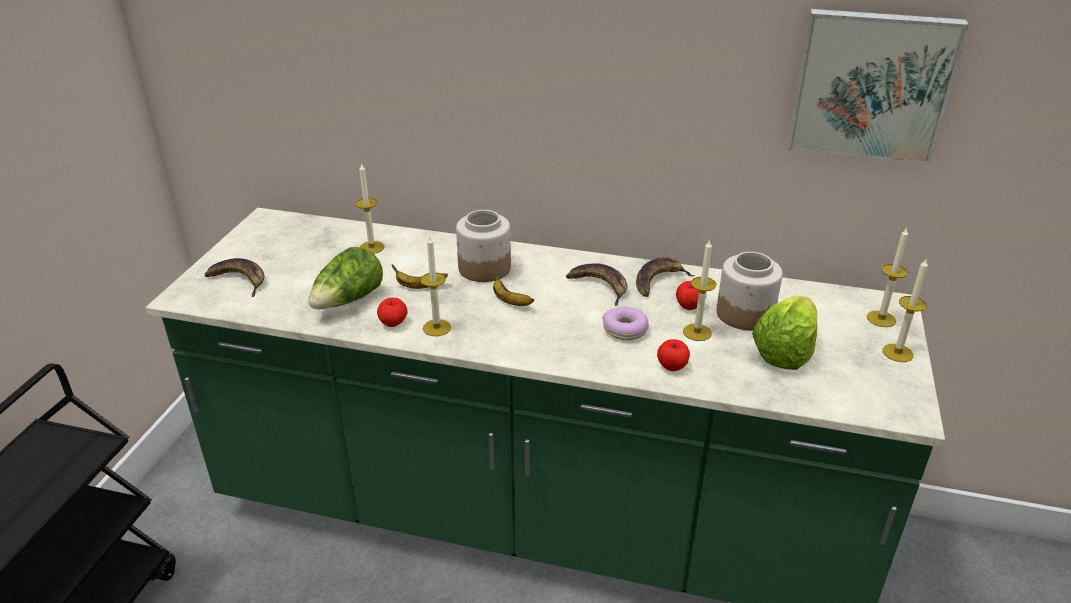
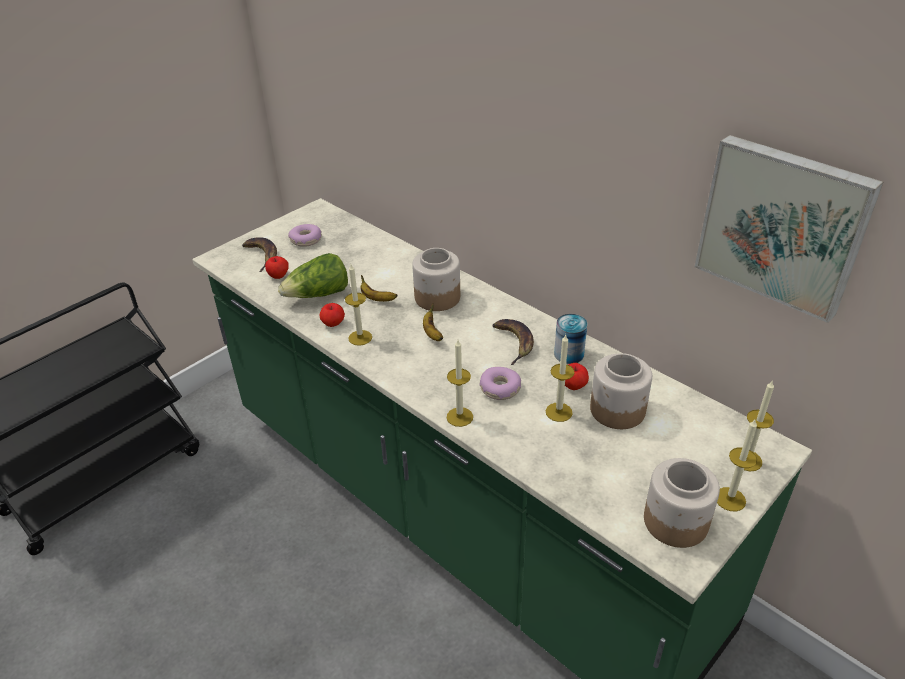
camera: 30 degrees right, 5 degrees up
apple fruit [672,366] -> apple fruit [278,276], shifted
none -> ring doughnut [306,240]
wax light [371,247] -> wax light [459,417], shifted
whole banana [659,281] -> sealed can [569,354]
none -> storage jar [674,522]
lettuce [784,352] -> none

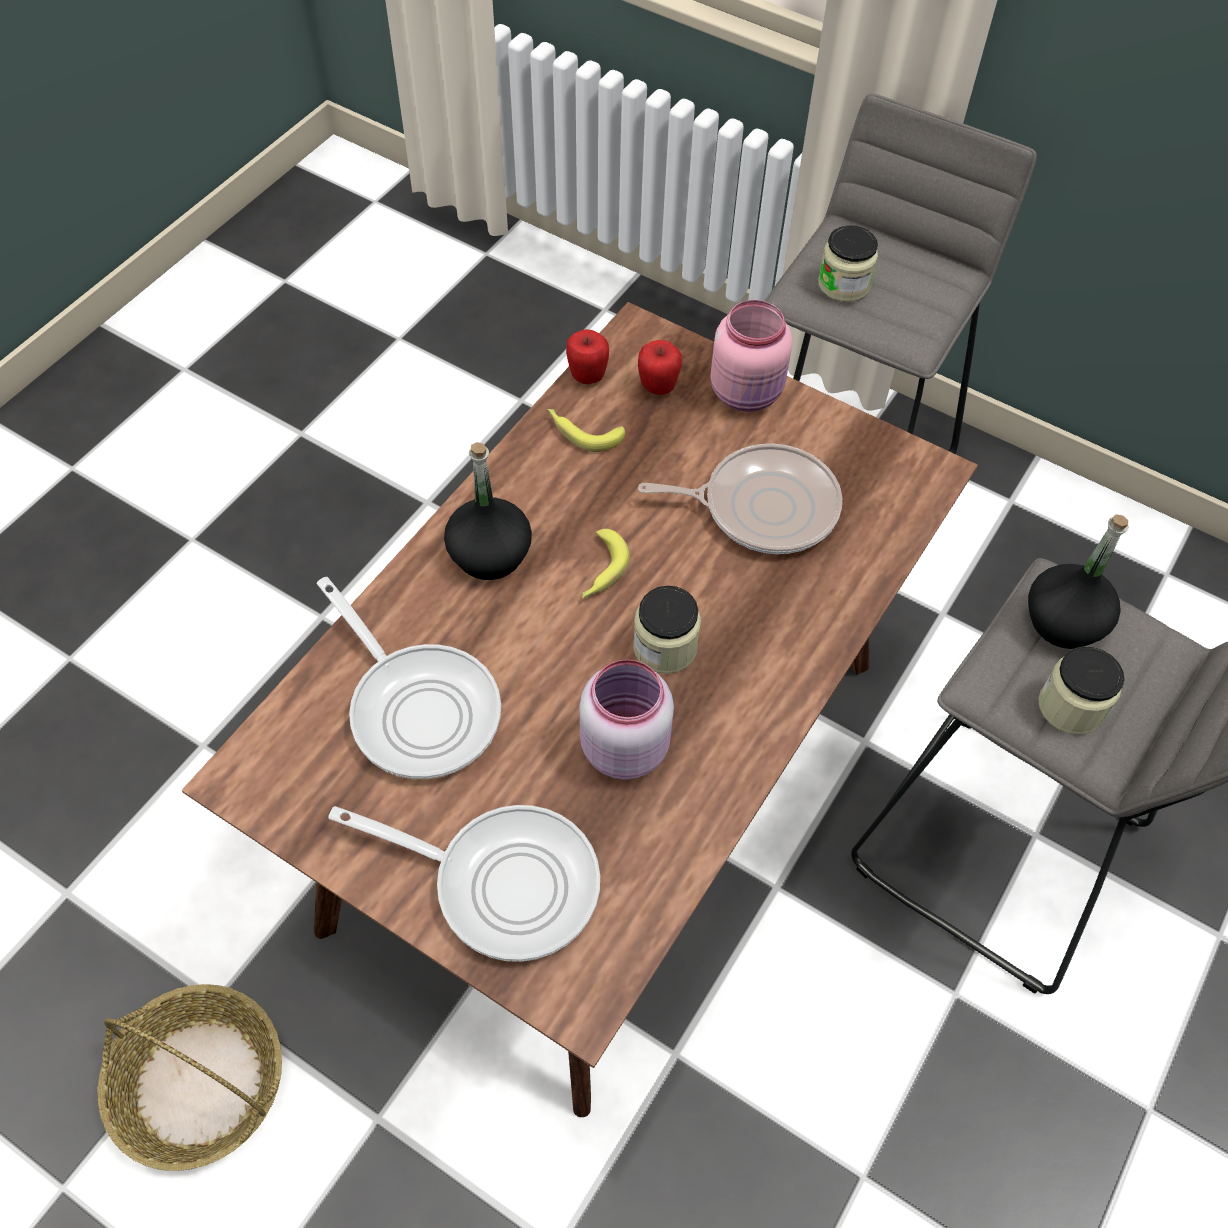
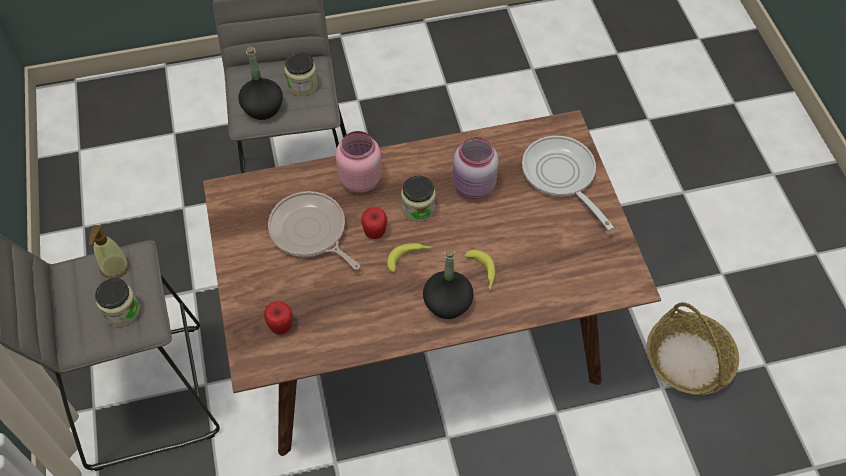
camera: 135 degrees left, 0 degrees up
none -> liquid soap bottle [114,267]
pink-coloured storage jar [748,393] -> pink-coloured storage jar [359,179], shifted
apple fruit [587,376] -> apple fruit [375,232], shifted
whole banana [582,432] -> whole banana [482,273], shifted
frying pan [419,707] -> none

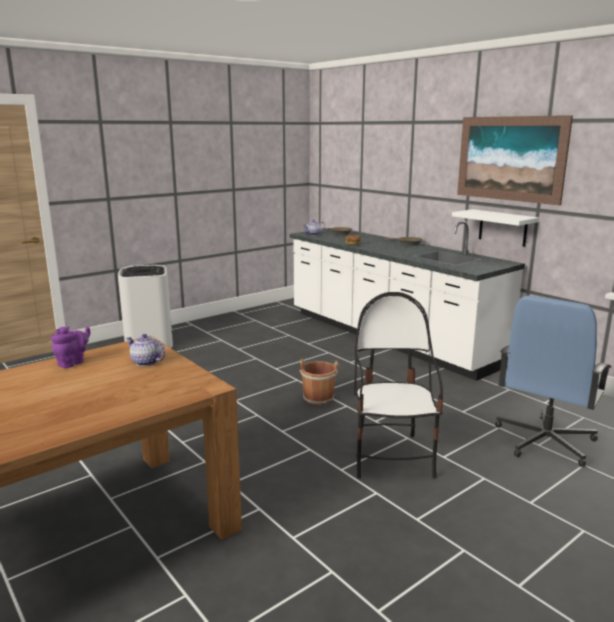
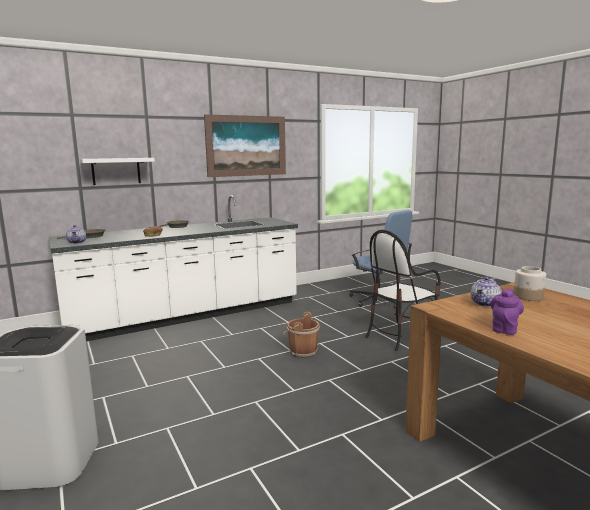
camera: 80 degrees left, 5 degrees down
white wall shelf [502,228] -> white wall shelf [116,171], shifted
plain chair [391,457] -> plain chair [400,337], 45 degrees counterclockwise
purple pot for tea [73,363] -> purple pot for tea [504,329], 75 degrees clockwise
none -> storage jar [528,297]

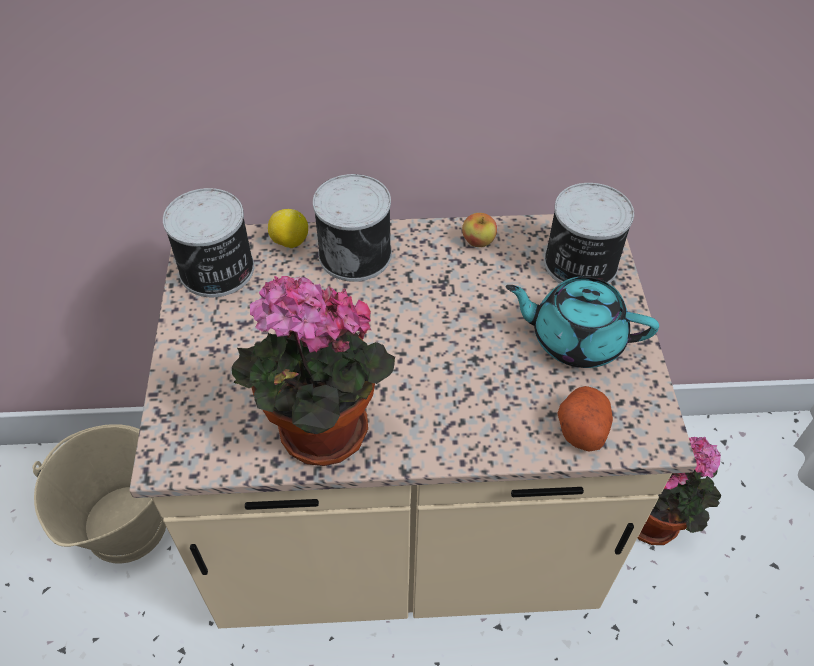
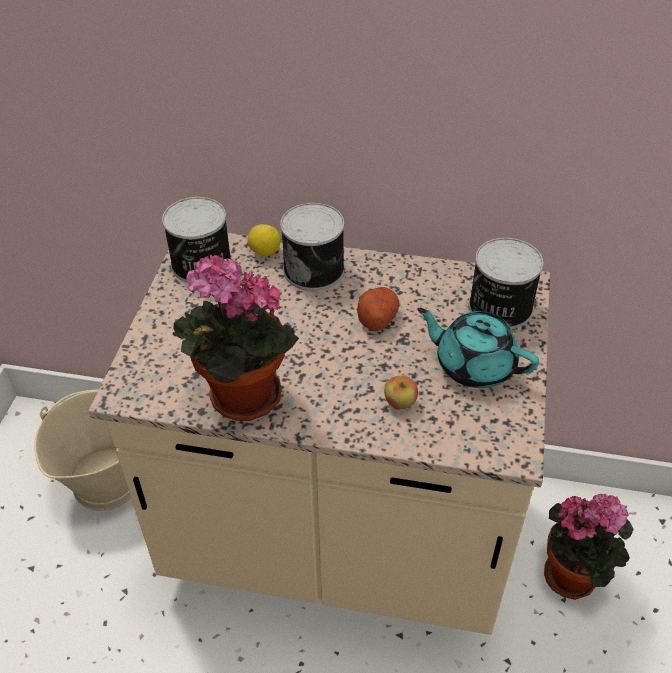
camera: 15 degrees right, 5 degrees down
whole potato [581,427] -> whole potato [377,317], shifted
apple fruit [478,241] -> apple fruit [400,402], shifted

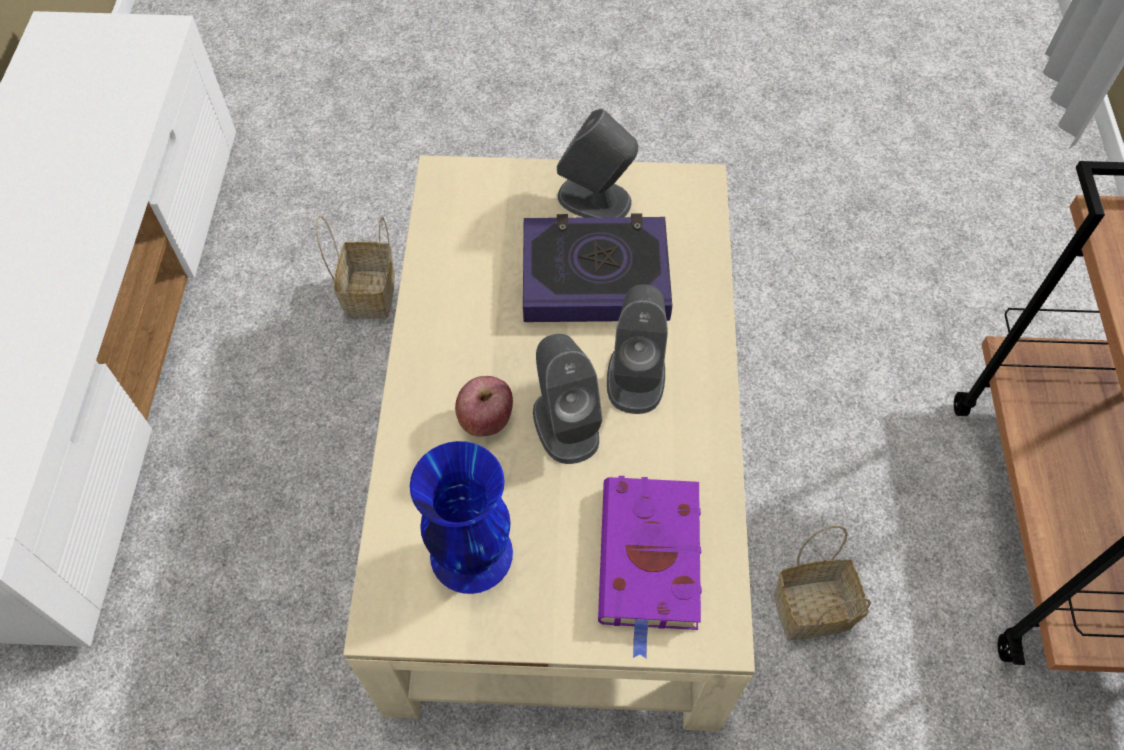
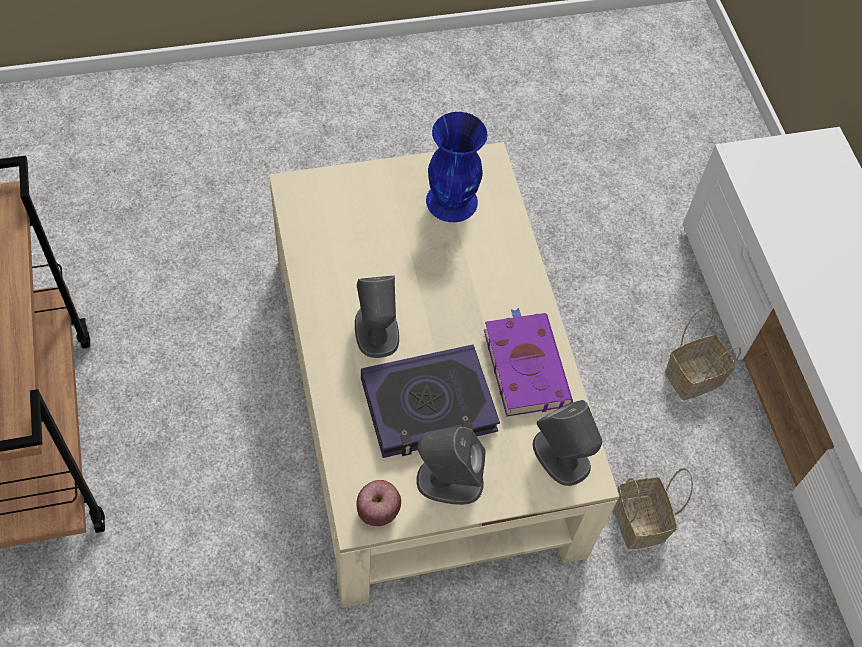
camera: 160 degrees right, 0 degrees up
apple fruit [485,420] -> apple fruit [378,511], shifted
purple book [650,561] -> purple book [524,365], shifted
grey audio speaker [565,424] -> grey audio speaker [562,456], shifted
basket [810,612] -> basket [694,376], shifted

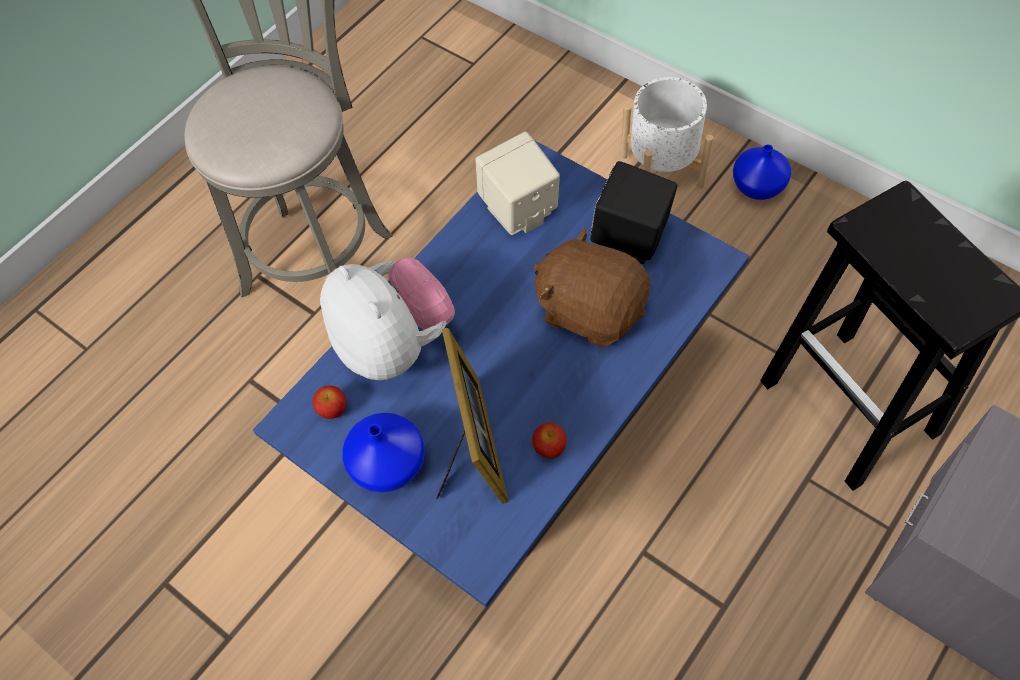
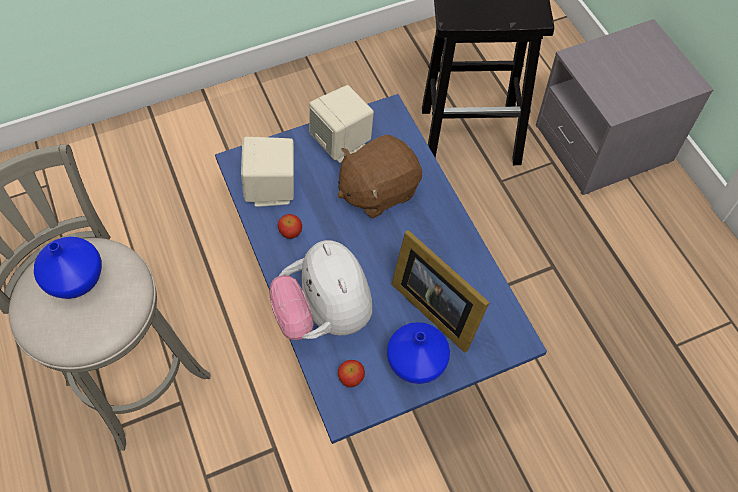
camera: 65 degrees left, 0 degrees up
blue-coloured vase [757,187] -> blue-coloured vase [77,280], shifted
cuddly toy [395,344] -> cuddly toy [325,315], 105 degrees counterclockwise
apple fruit [549,448] -> apple fruit [291,233], shifted
blackish audio speaker [631,239] -> beige audio speaker [342,143]
photo frame [473,448] -> photo frame [435,305], 150 degrees counterclockwise
white plant pot [661,171] -> none

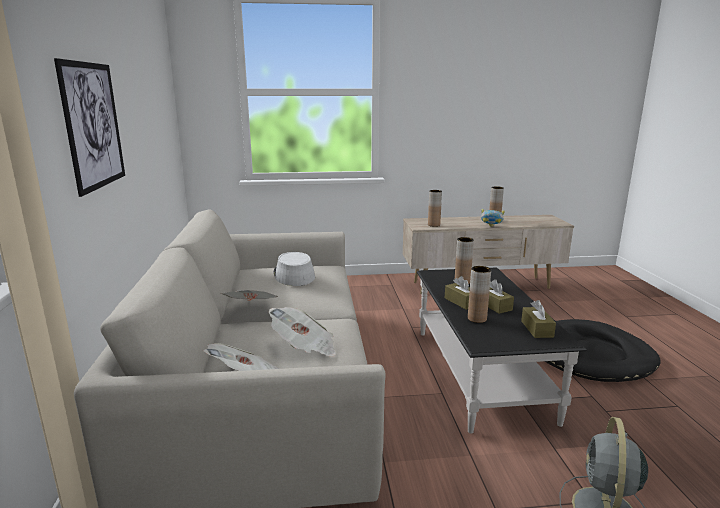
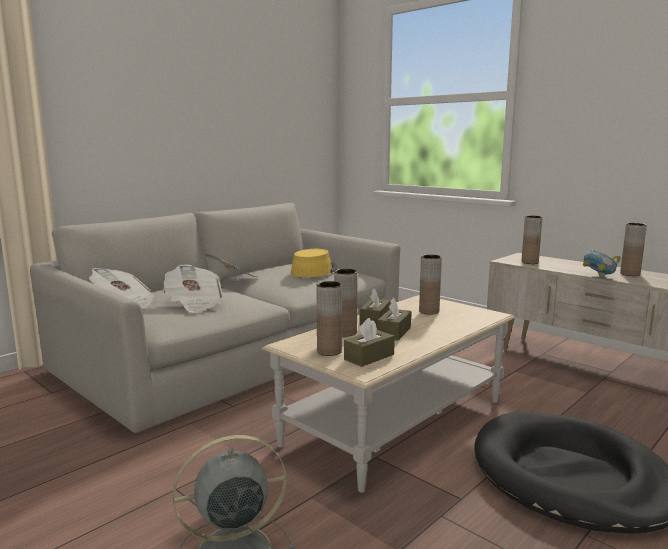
camera: 50 degrees right, 5 degrees down
blackish coffee table [480,372] -> beige coffee table [396,421]
grey hat [293,275] -> yellowish hat [314,271]
none -> brownish vase [329,351]
picture [93,125] -> none

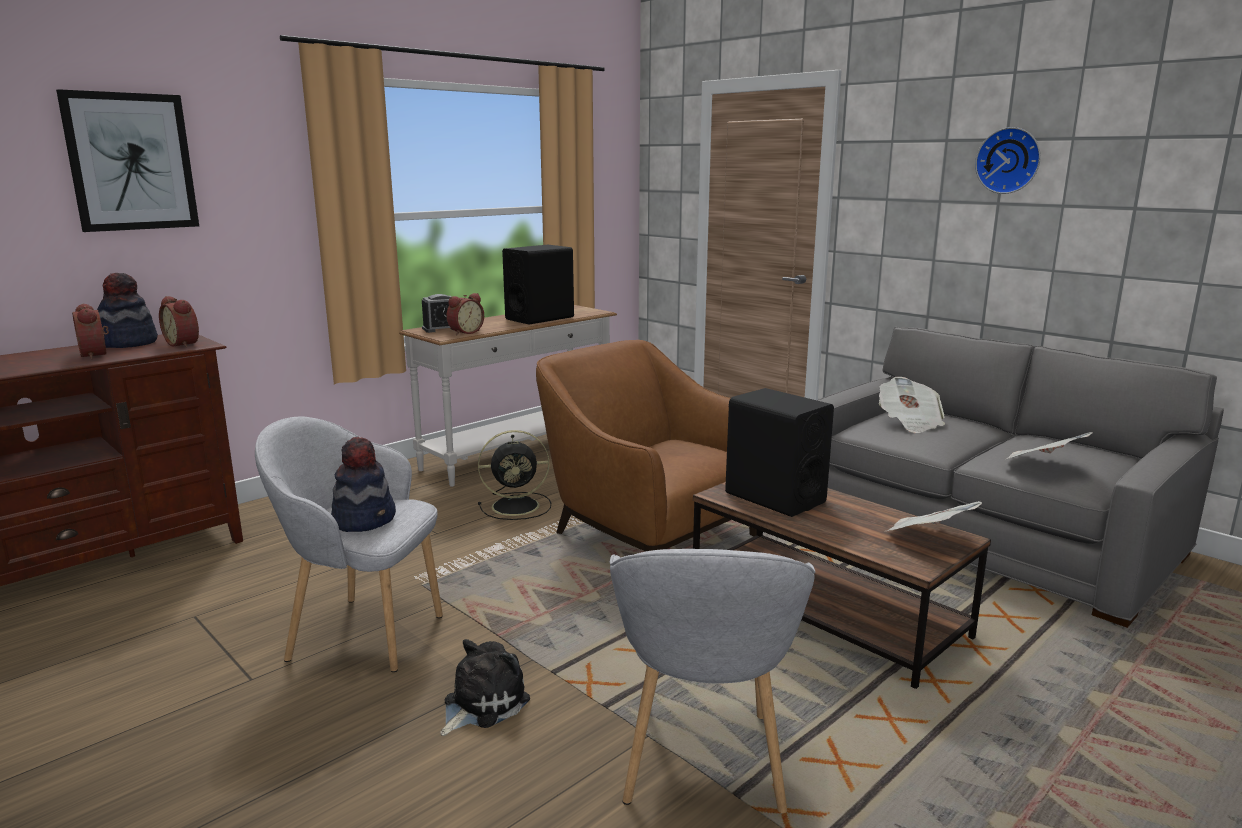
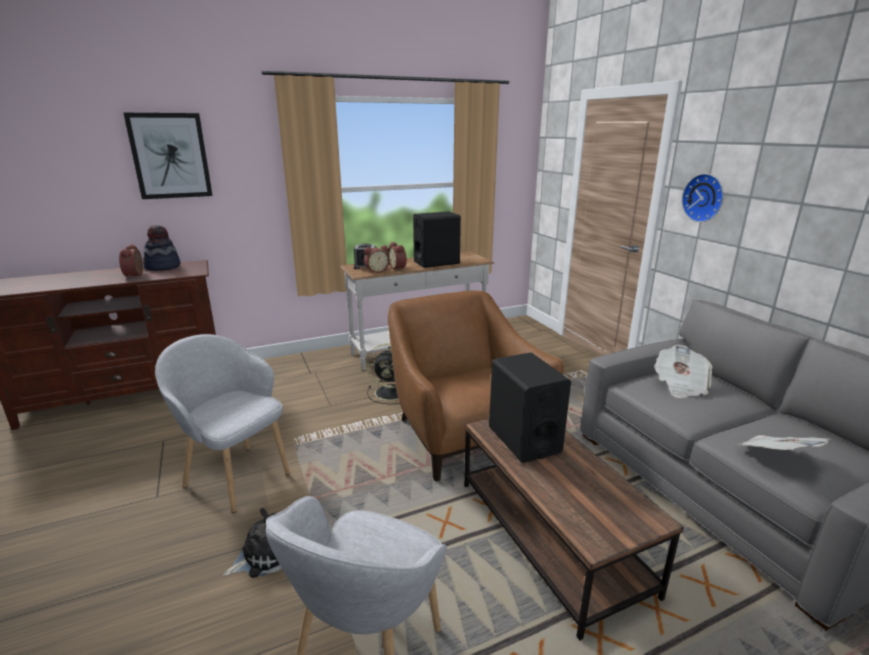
camera: 20 degrees right, 5 degrees up
bedside clock [185,344] -> bedside clock [398,268], shifted
clock on the wall [1009,160] -> clock on the wall [704,198], shifted
hat [365,519] -> none
printed paper [929,538] -> none

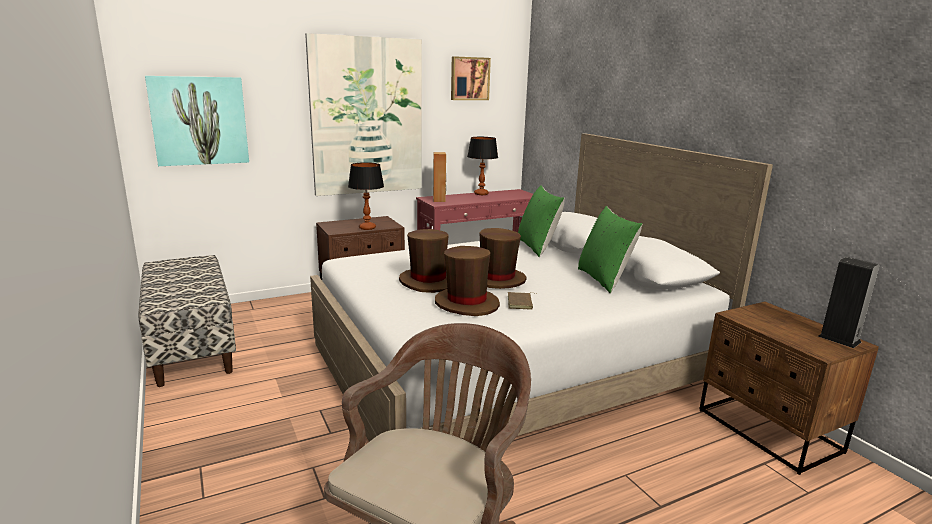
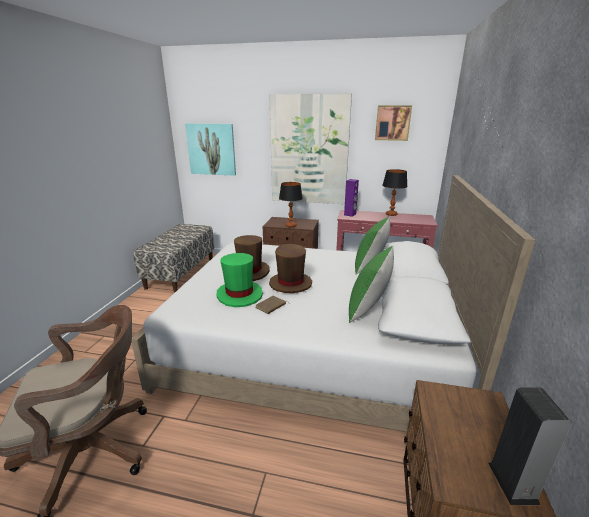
camera: 40 degrees right, 5 degrees up
brownish hat [466,303] -> greenish hat [240,295]
brownish audio speaker [439,200] -> purple audio speaker [350,214]

